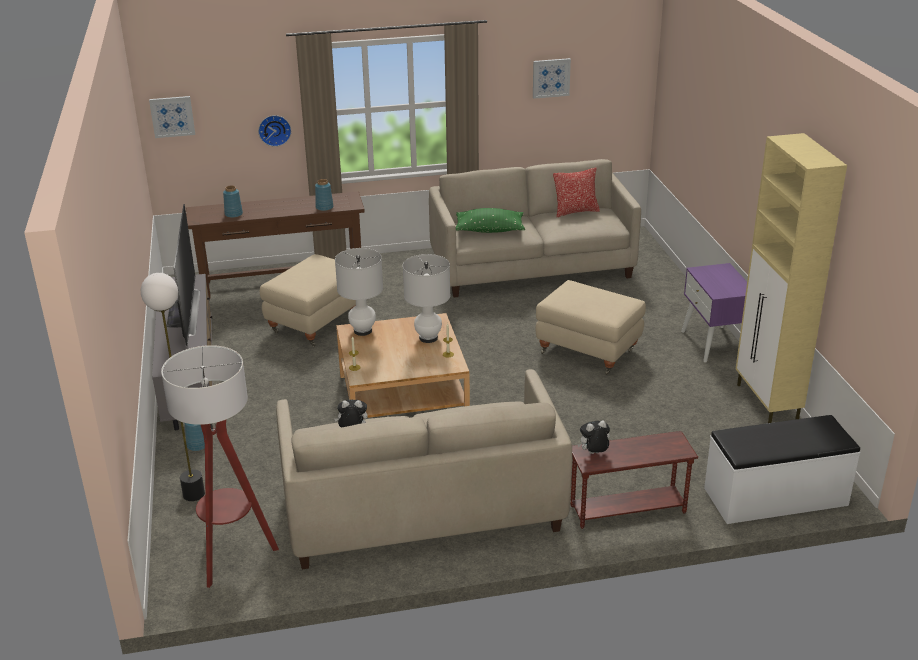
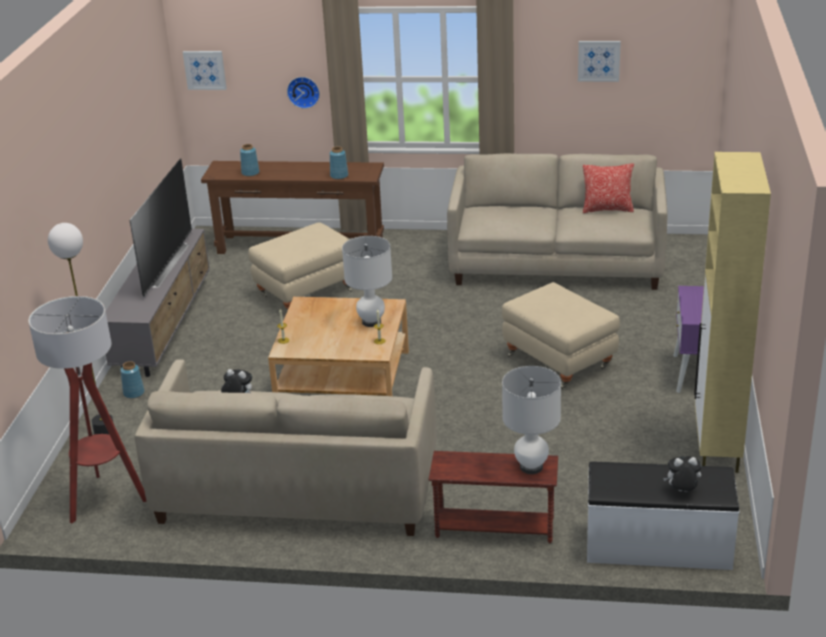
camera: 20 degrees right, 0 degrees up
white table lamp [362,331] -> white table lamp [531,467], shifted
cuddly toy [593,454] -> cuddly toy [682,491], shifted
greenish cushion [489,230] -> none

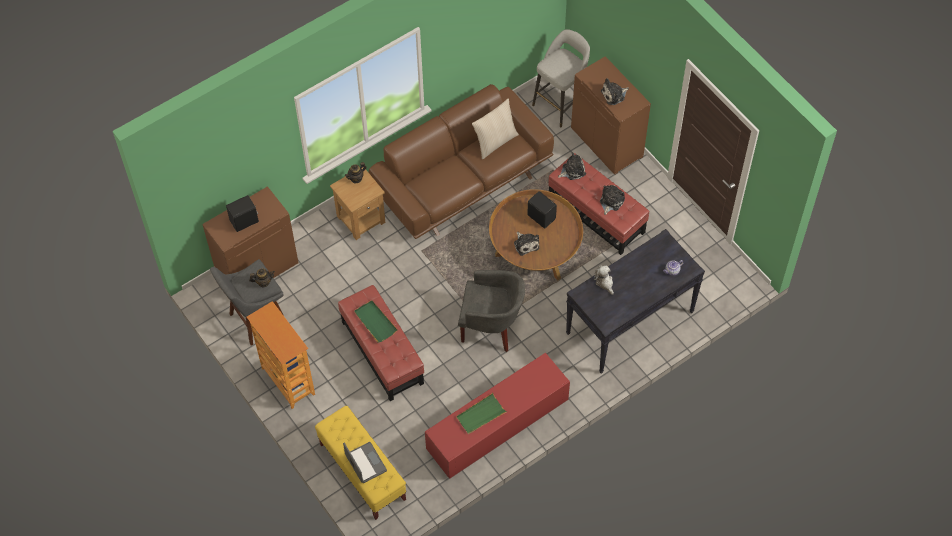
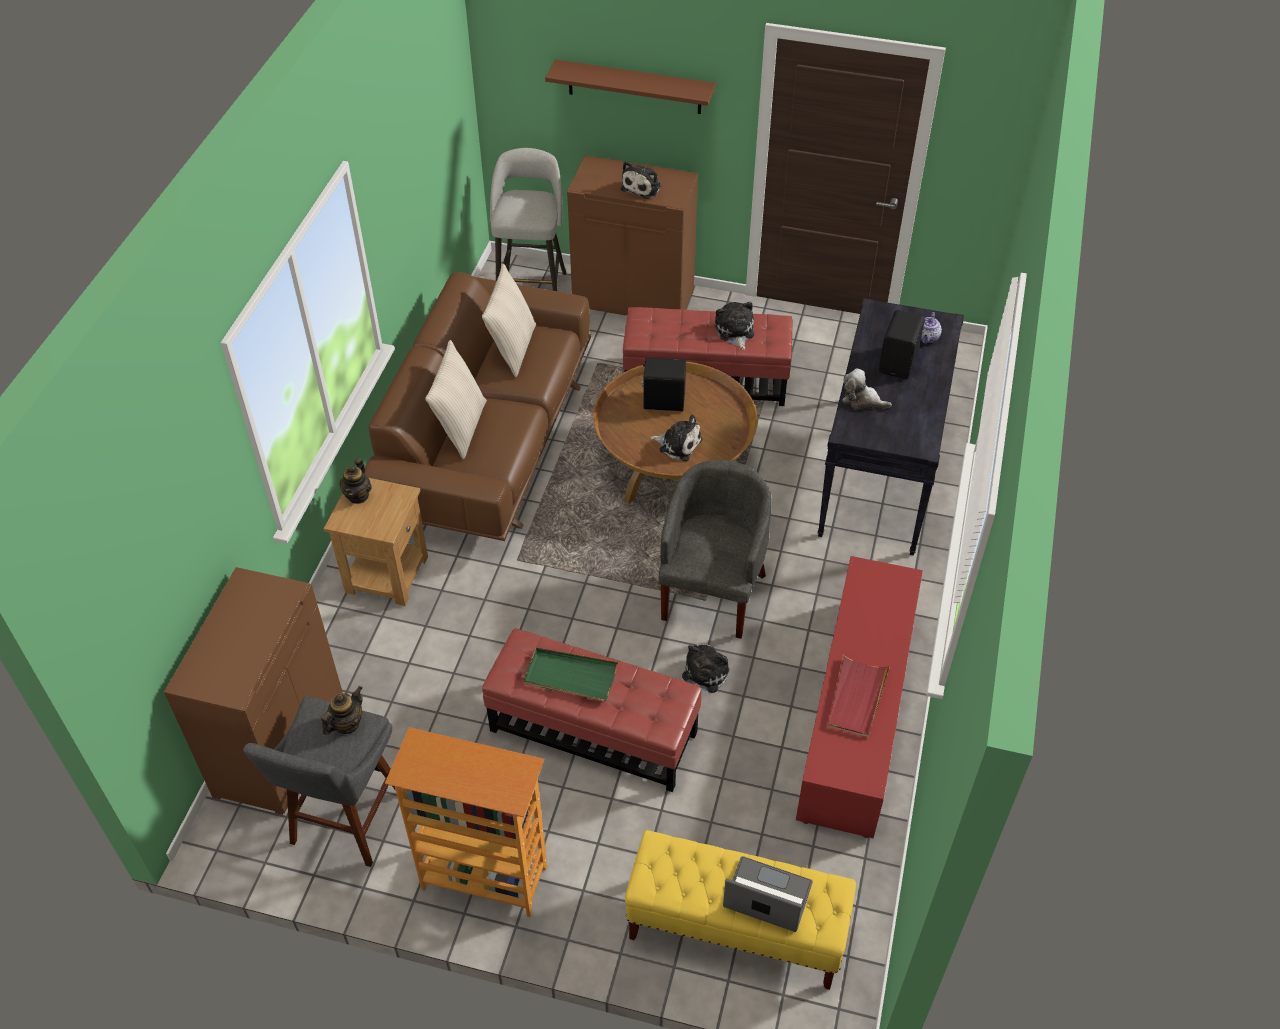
camera: 40 degrees left, 10 degrees down
none -> beige cushion [460,427]
none -> brownish wall shelf [634,87]
grey armchair [491,326] -> grey armchair [712,592], 45 degrees counterclockwise
cuddly toy [572,170] -> cuddly toy [703,676], shifted
greenish tray [480,415] -> reddish tray [856,698]
blackish audio speaker [245,221] -> blackish audio speaker [899,363], shifted

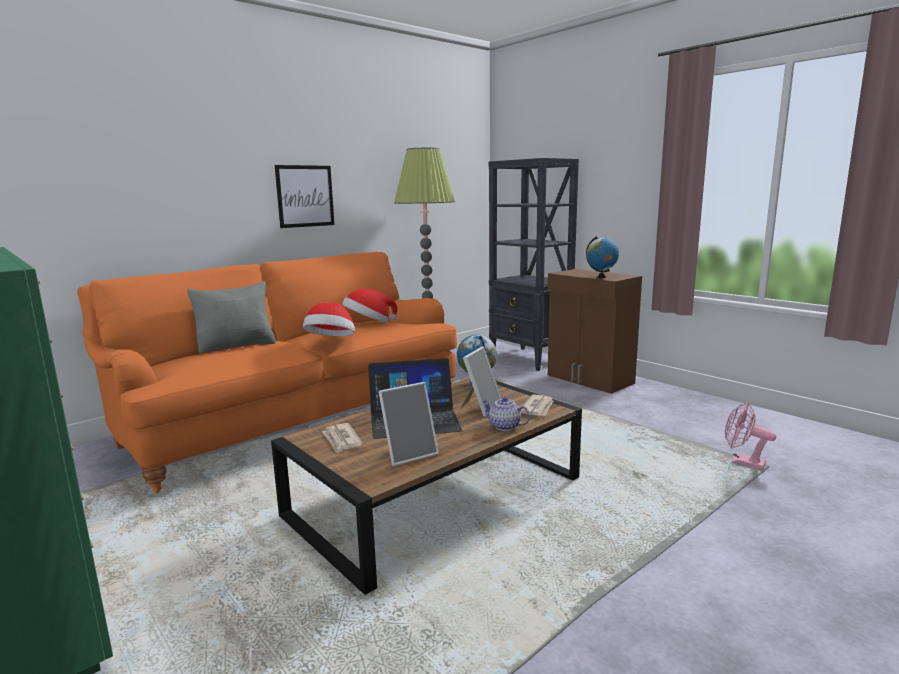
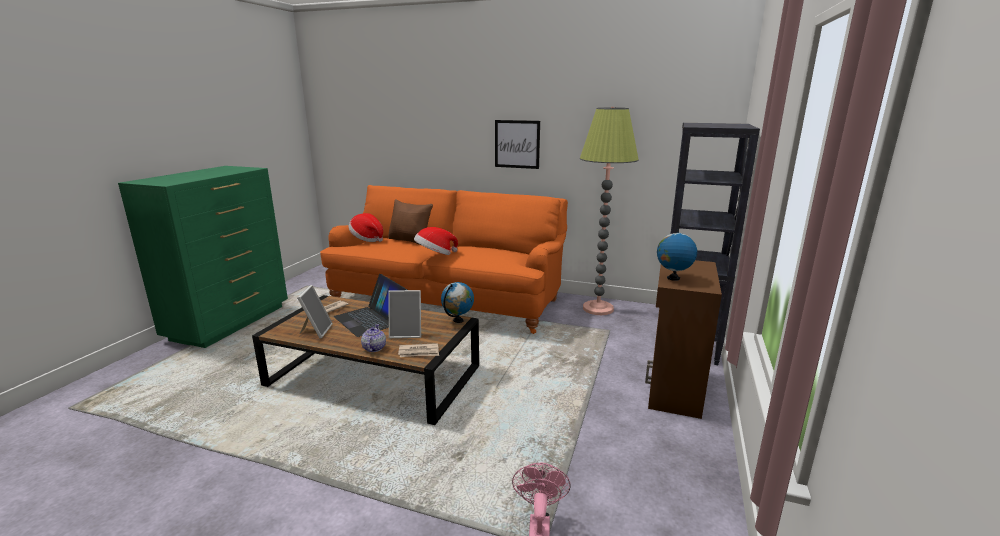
camera: 60 degrees right, 5 degrees up
photo frame [409,454] -> photo frame [316,331], 120 degrees counterclockwise
hat [369,324] -> hat [367,239], shifted
grey cushion [237,346] -> brownish cushion [410,240]

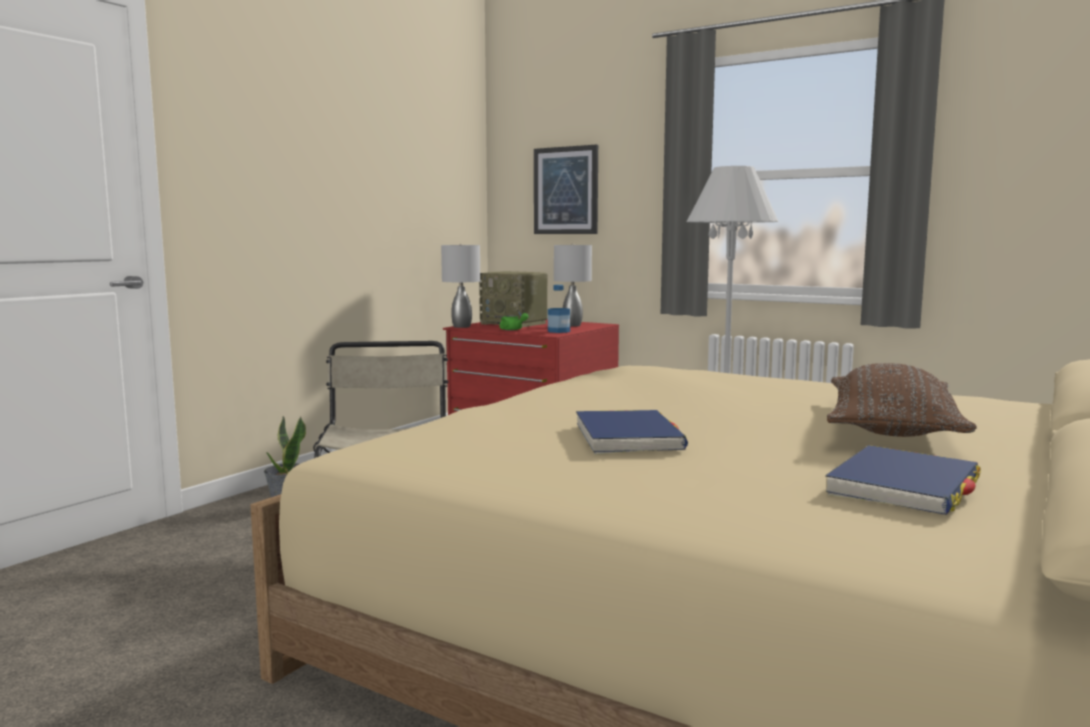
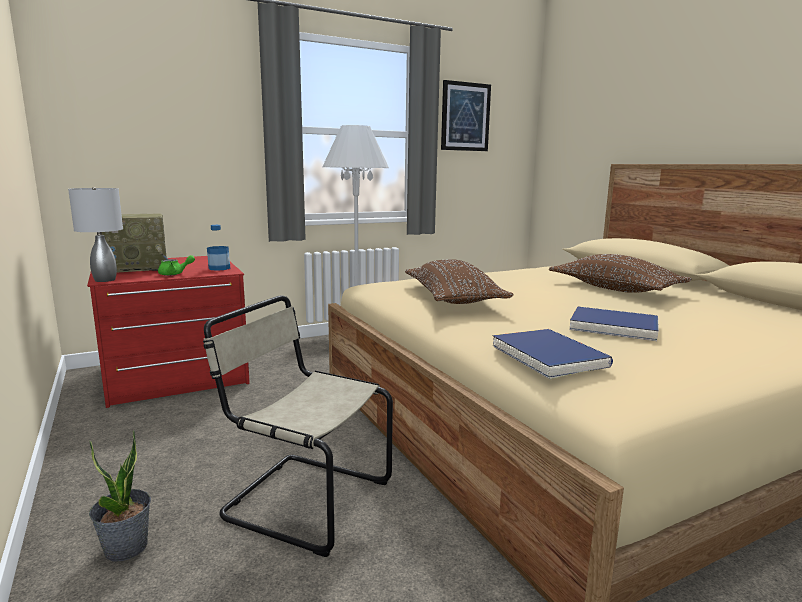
camera: 60 degrees left, 5 degrees up
none -> brownish cushion [453,299]
picture [566,190] -> picture [465,117], shifted
blue-coloured book [903,487] -> blue-coloured book [548,357], shifted
grey table lamp [573,325] -> none

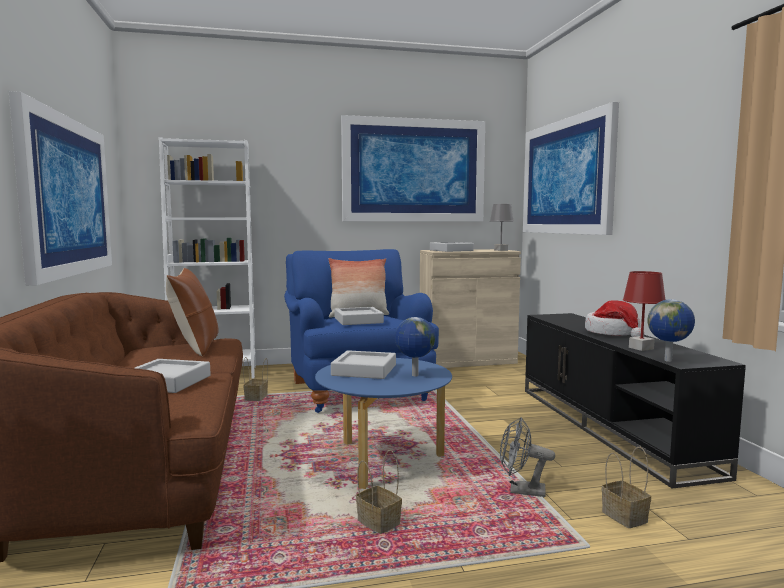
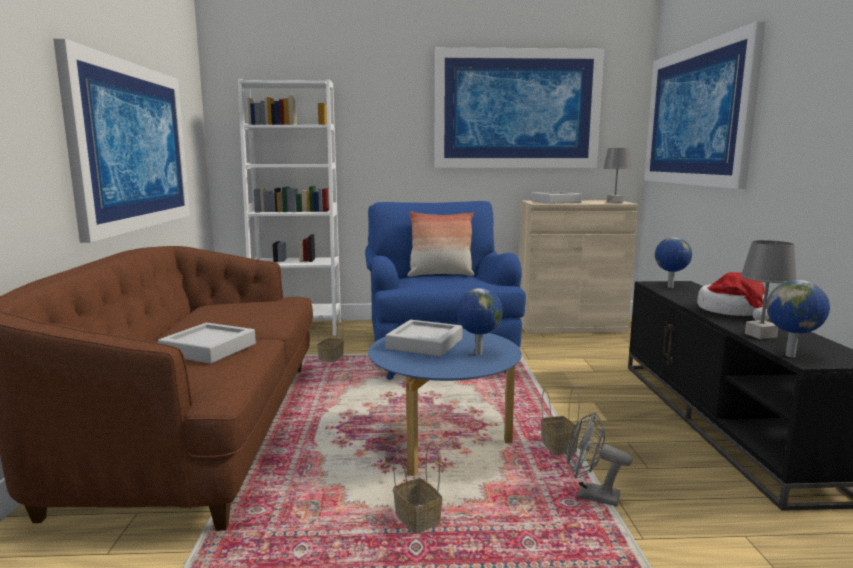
camera: 10 degrees right, 5 degrees up
basket [622,516] -> basket [557,447], shifted
none -> world globe [670,287]
reddish table lamp [641,348] -> grey table lamp [760,335]
brownish cushion [195,347] -> none
grey tray [358,320] -> none

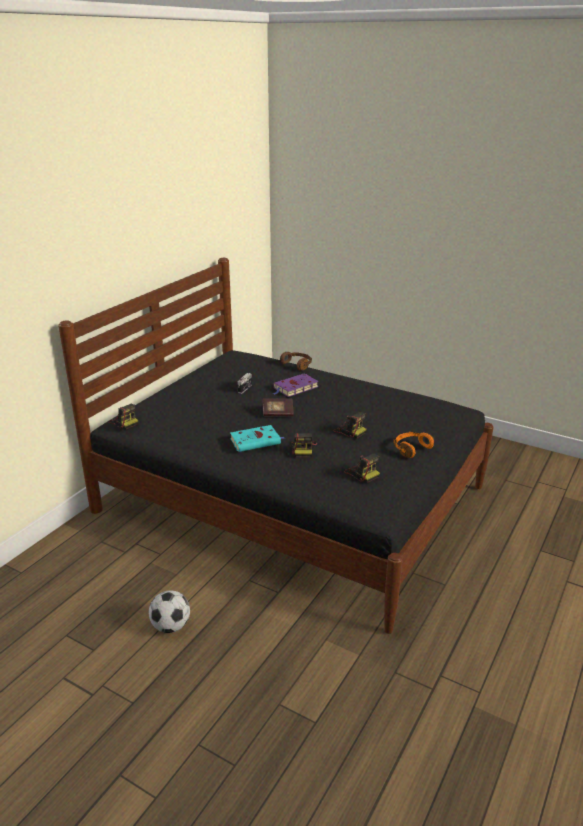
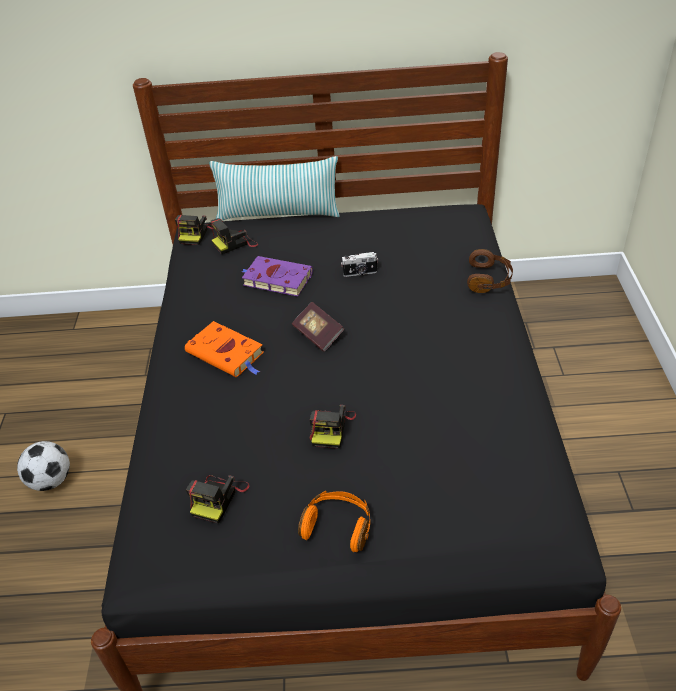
camera: 60 degrees right, 15 degrees up
blue-green book [256,441] -> orange-coloured book [227,354]
none -> cushion [278,214]
photo camera [303,449] -> photo camera [235,243], shifted
purple book [295,388] -> purple book [276,279], shifted

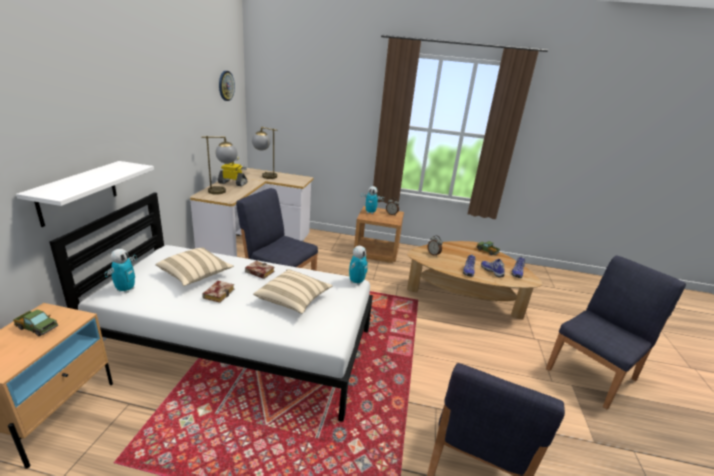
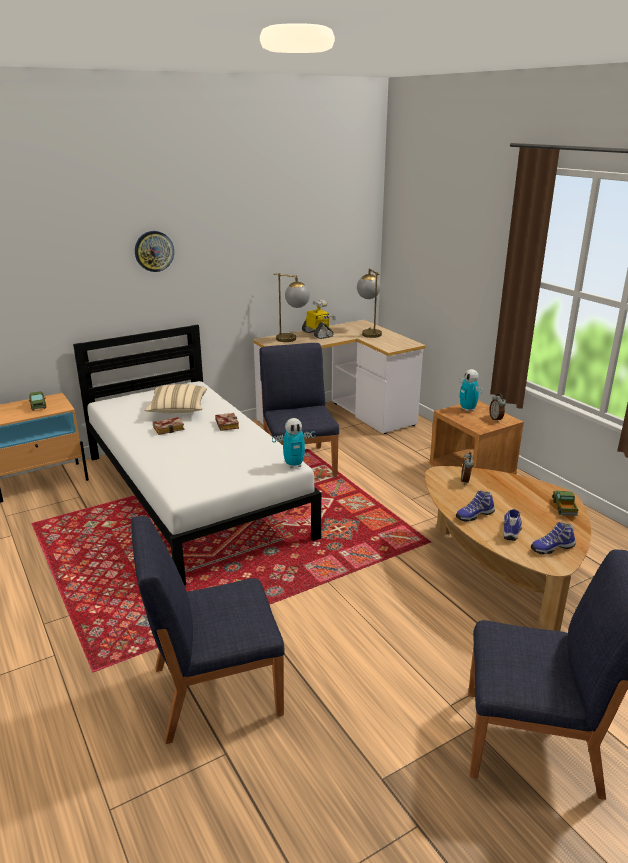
camera: 50 degrees right, 0 degrees up
clock on the wall [226,85] -> clock on the wall [154,251], shifted
white wall shelf [78,192] -> none
toy robot [126,289] -> none
beige cushion [293,300] -> none

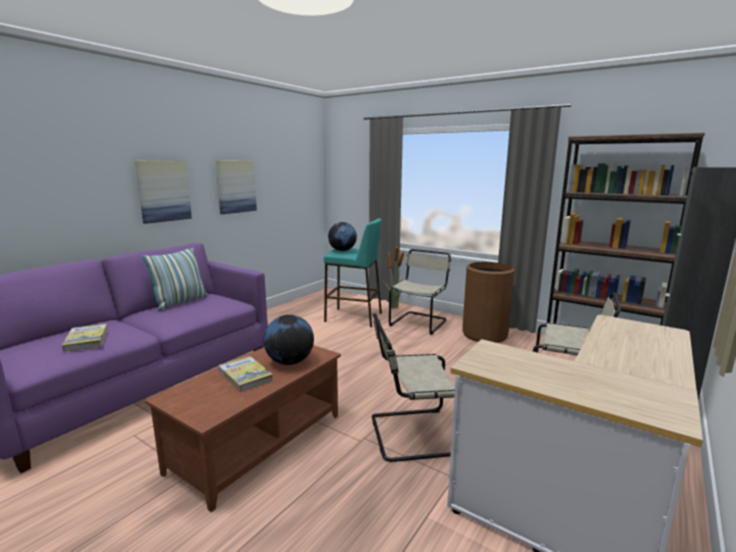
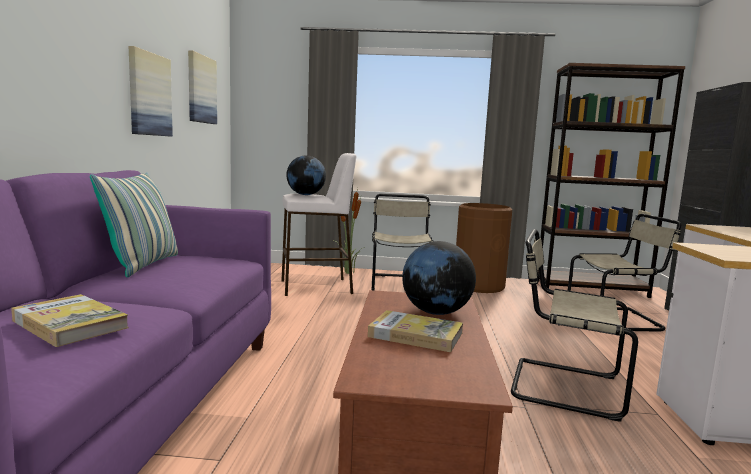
camera: 30 degrees left, 5 degrees down
picture [164,191] -> picture [201,89], shifted
blue-green sitting stool [354,317] -> white sitting stool [316,287]
beige plain chair [411,434] -> beige plain chair [561,387], 60 degrees clockwise

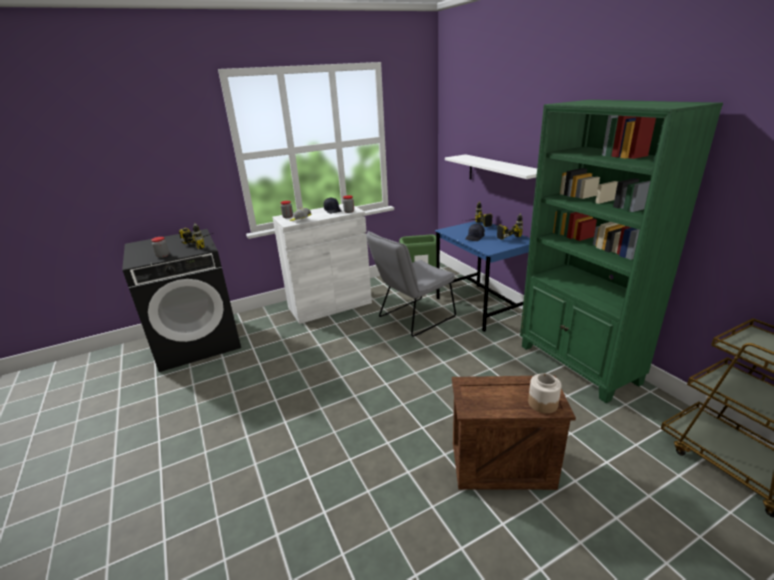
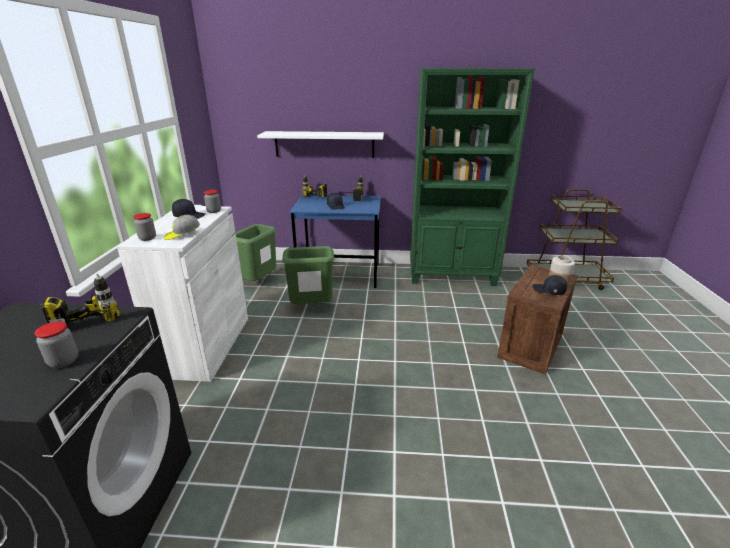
camera: 60 degrees left, 0 degrees up
grey plain chair [412,318] -> greenish rubbish bin [311,308]
none -> blackish peaked cap [548,290]

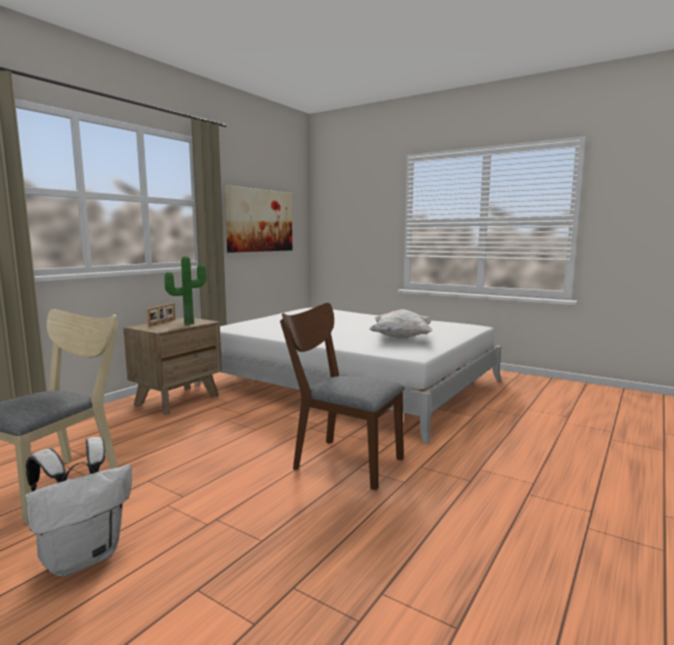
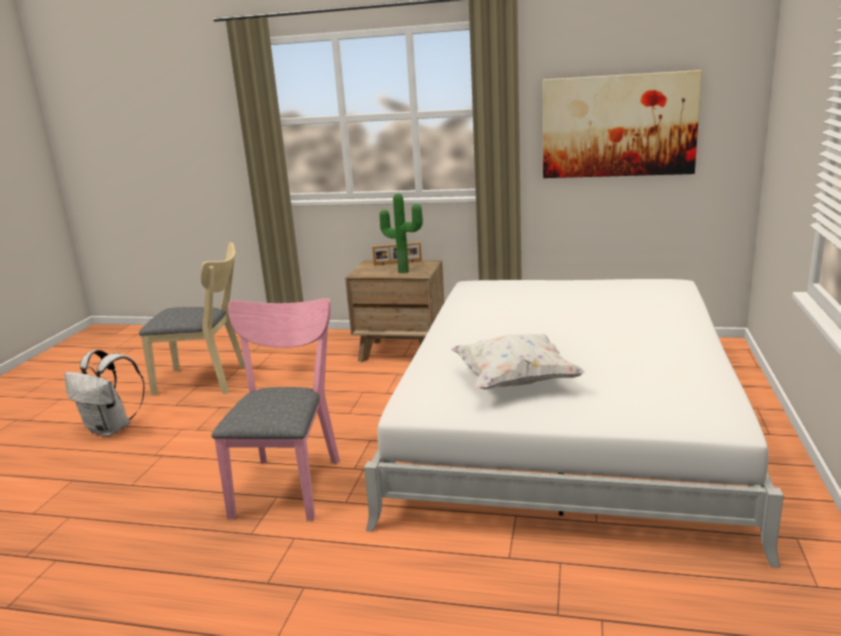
camera: 70 degrees right, 10 degrees up
brownish plain chair [341,461] -> pink-coloured plain chair [289,482]

